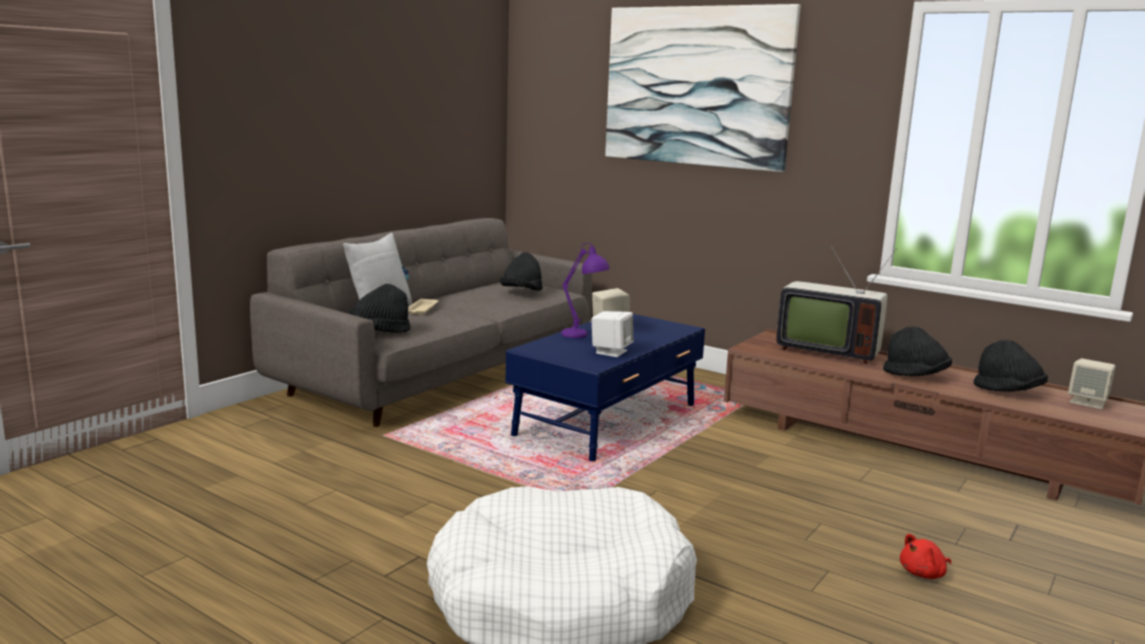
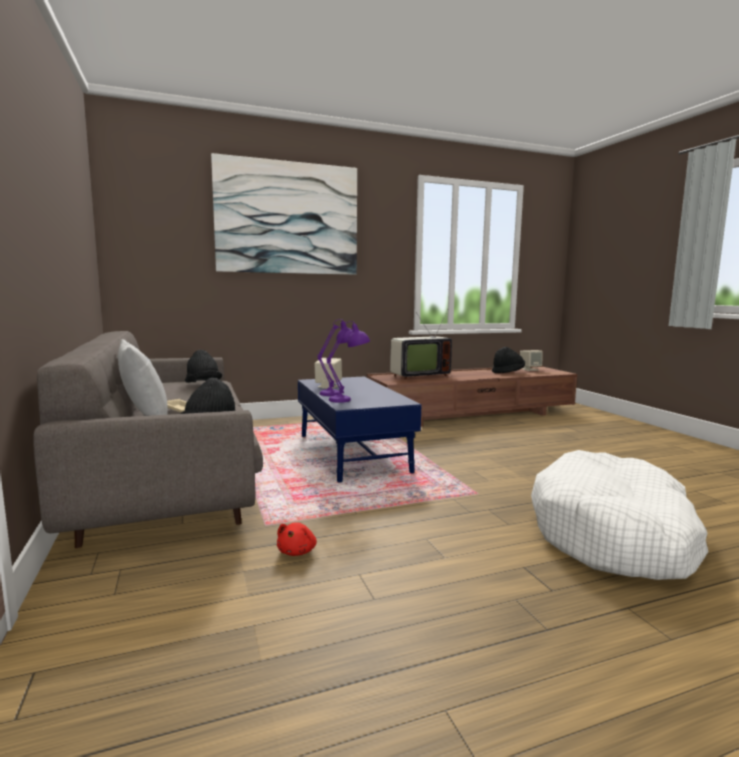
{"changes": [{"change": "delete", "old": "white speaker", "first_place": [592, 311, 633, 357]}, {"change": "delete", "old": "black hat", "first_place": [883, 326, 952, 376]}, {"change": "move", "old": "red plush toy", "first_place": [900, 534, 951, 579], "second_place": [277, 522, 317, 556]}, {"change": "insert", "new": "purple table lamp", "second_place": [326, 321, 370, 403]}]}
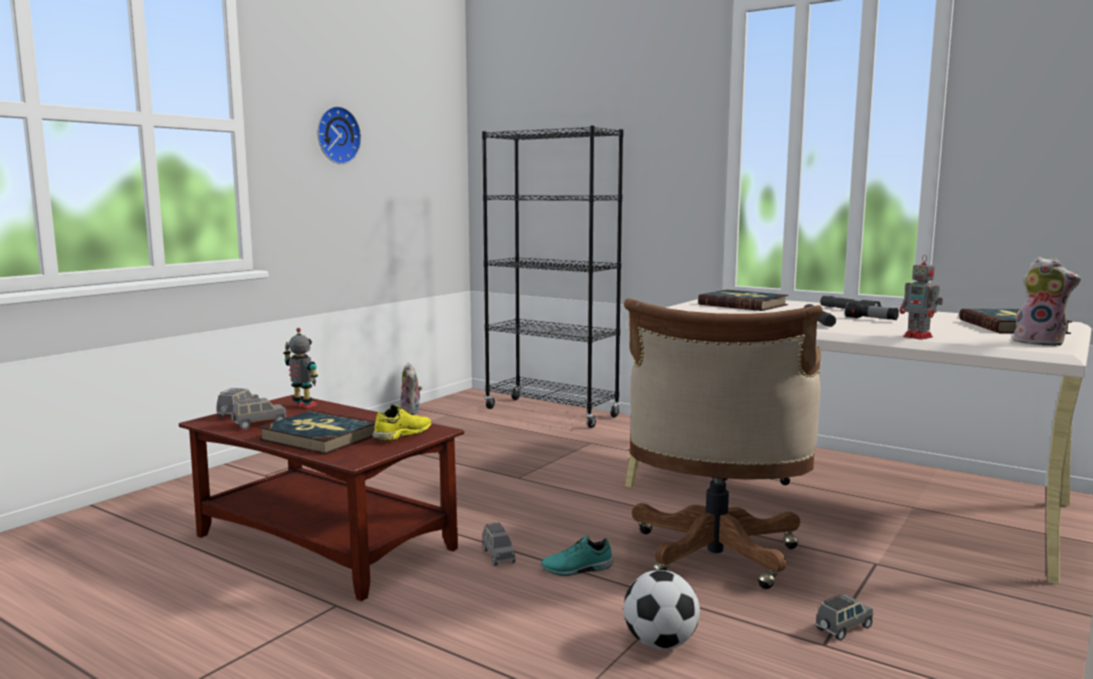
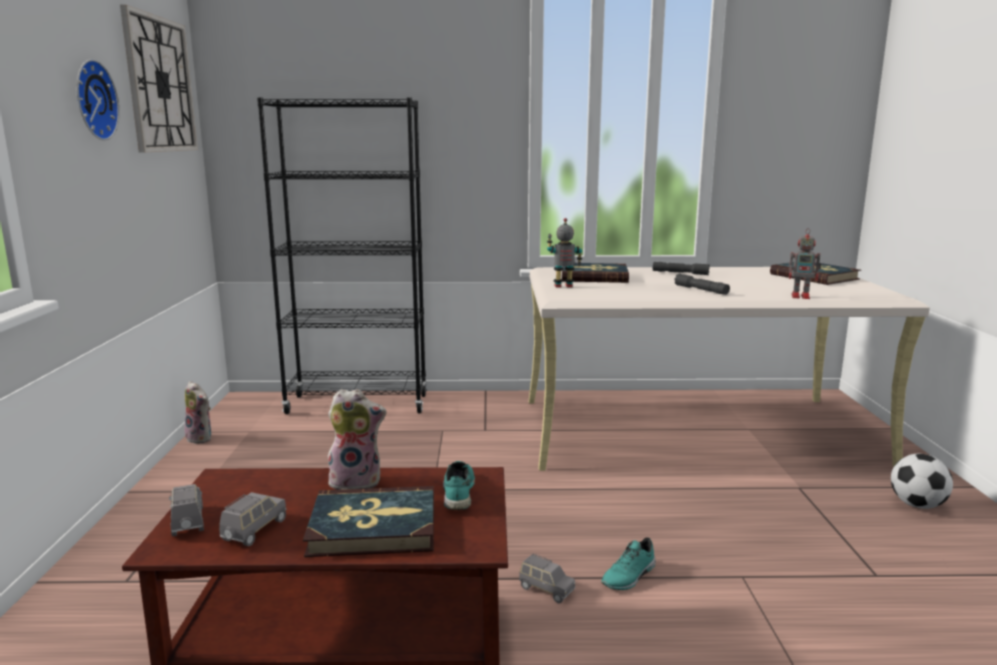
{"changes": [{"change": "move", "old": "plush toy", "first_place": [1013, 257, 1081, 346], "second_place": [328, 389, 386, 490]}, {"change": "delete", "old": "office chair", "first_place": [624, 298, 823, 589]}, {"change": "delete", "old": "flashlight", "first_place": [845, 302, 899, 320]}, {"change": "move", "old": "toy robot", "first_place": [283, 328, 318, 408], "second_place": [547, 218, 582, 288]}, {"change": "recolor", "old": "yellow shoe", "new": "turquoise shoe", "first_place": [373, 405, 431, 441], "second_place": [443, 461, 475, 510]}, {"change": "move", "old": "football", "first_place": [623, 570, 700, 649], "second_place": [891, 454, 953, 509]}, {"change": "delete", "old": "grey toy car", "first_place": [816, 595, 874, 641]}, {"change": "insert", "new": "wall clock", "second_place": [120, 5, 198, 152]}]}
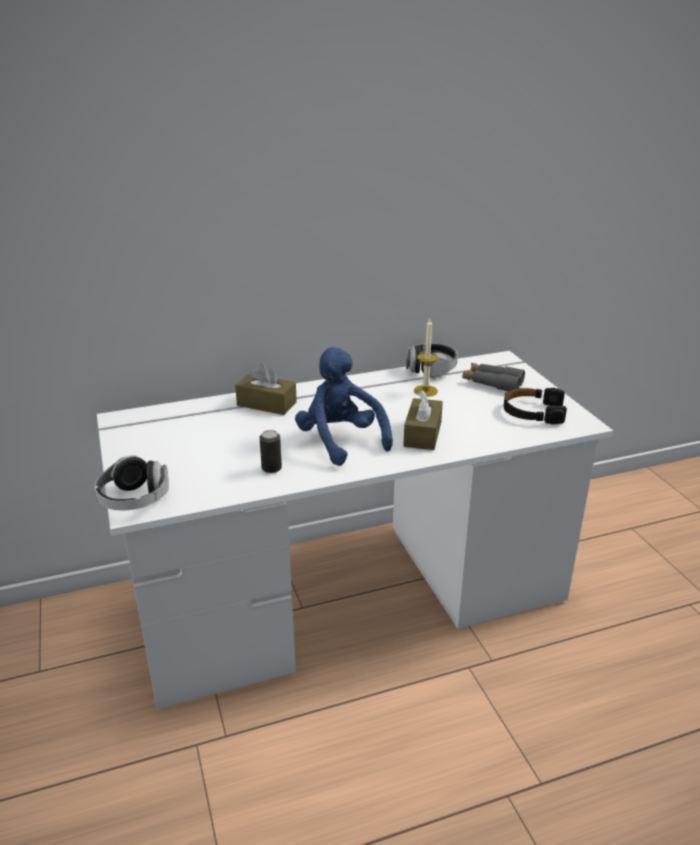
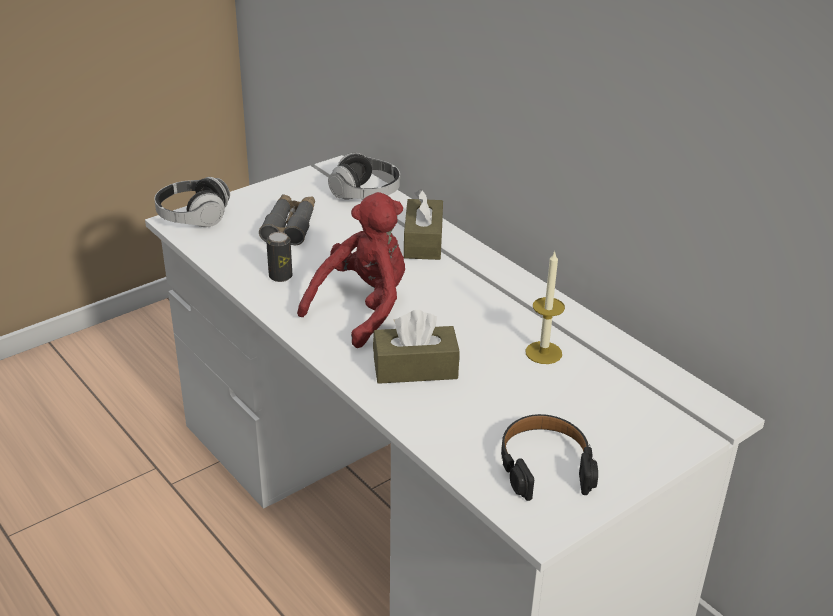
{"changes": [{"change": "move", "old": "headphones", "first_place": [406, 343, 458, 378], "second_place": [328, 153, 400, 200]}, {"change": "recolor", "old": "blue plush toy", "new": "red plush toy", "first_place": [295, 347, 393, 466], "second_place": [297, 192, 405, 348]}, {"change": "move", "old": "grey binoculars", "first_place": [462, 363, 525, 391], "second_place": [259, 194, 315, 245]}]}
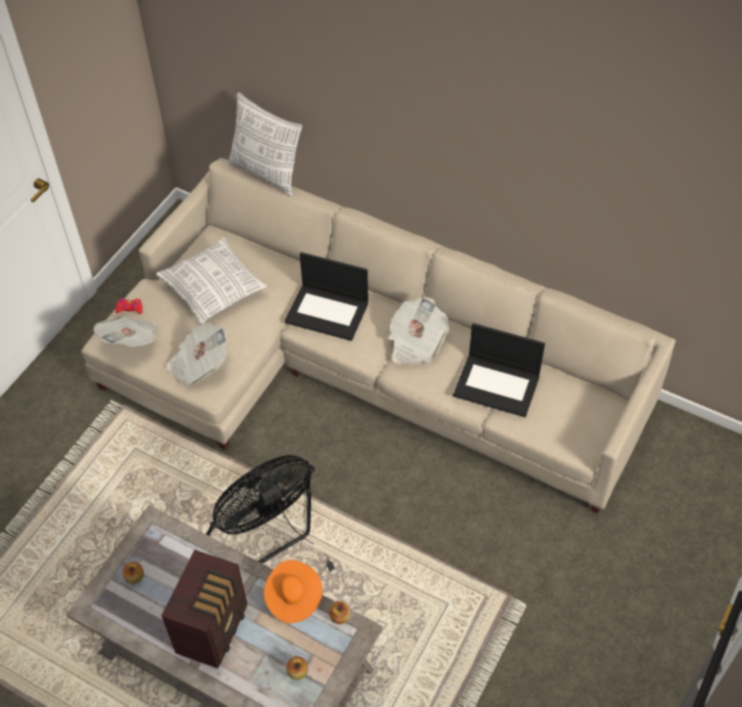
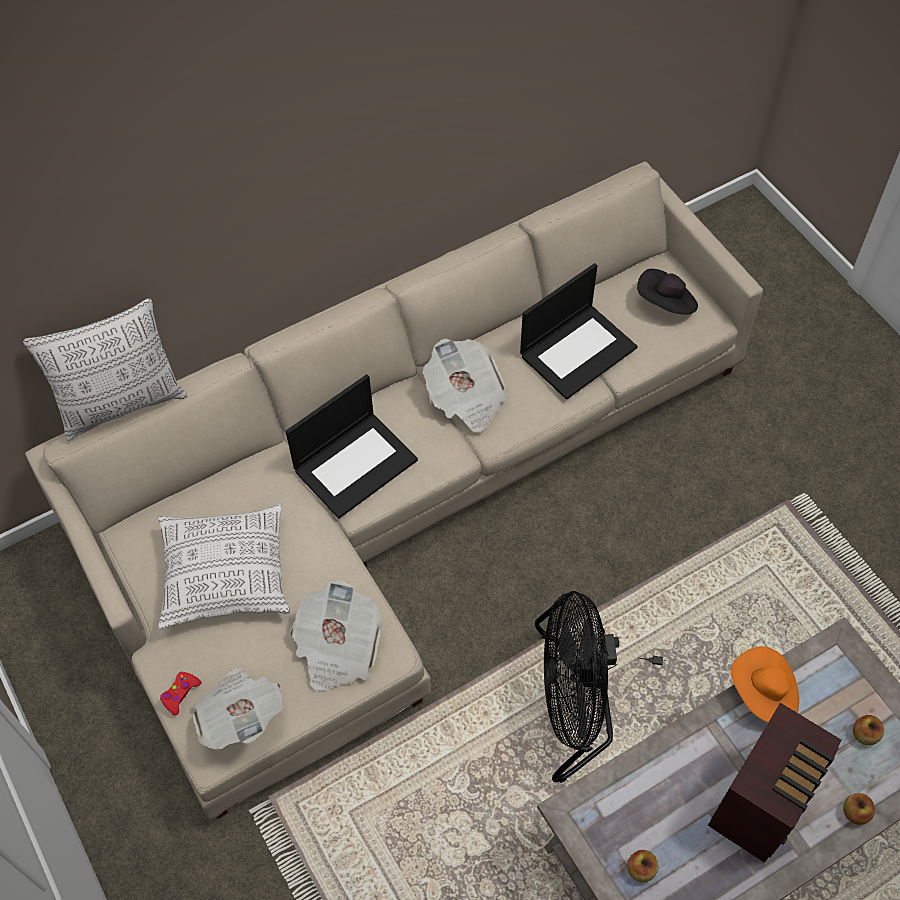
{"changes": [{"change": "rotate", "old": "radio", "first_place": [161, 550, 248, 668], "second_place": [708, 703, 842, 863], "degrees": 75}, {"change": "move", "old": "apple", "first_place": [329, 601, 350, 624], "second_place": [843, 793, 875, 825]}, {"change": "insert", "new": "black hat", "second_place": [637, 269, 698, 315]}]}
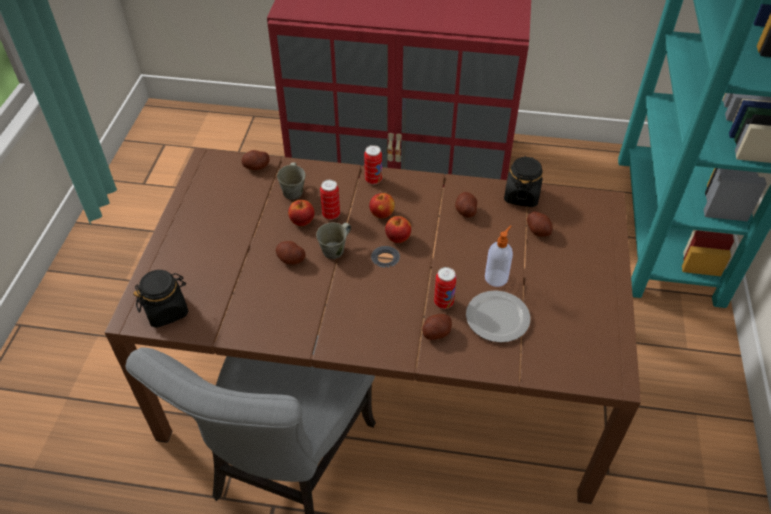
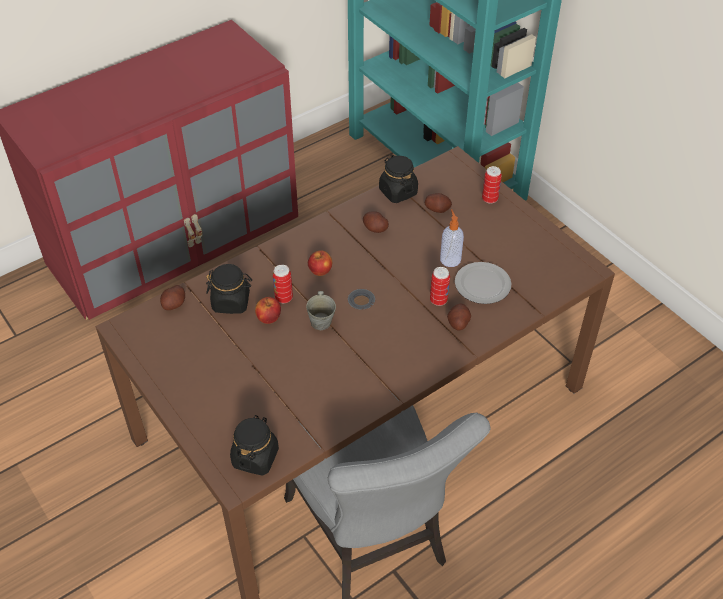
{"changes": [{"change": "move", "old": "can", "first_place": [364, 145, 382, 185], "second_place": [482, 166, 502, 204]}, {"change": "replace", "old": "grey mug", "new": "black jar", "first_place": [277, 163, 305, 200], "second_place": [206, 264, 252, 314]}, {"change": "delete", "old": "apple", "first_place": [385, 216, 411, 243]}, {"change": "delete", "old": "potato", "first_place": [276, 241, 306, 265]}]}
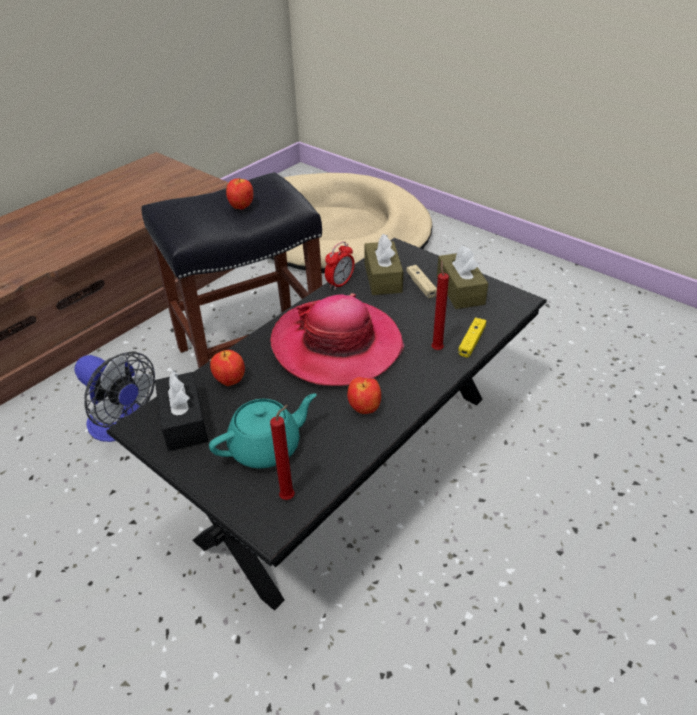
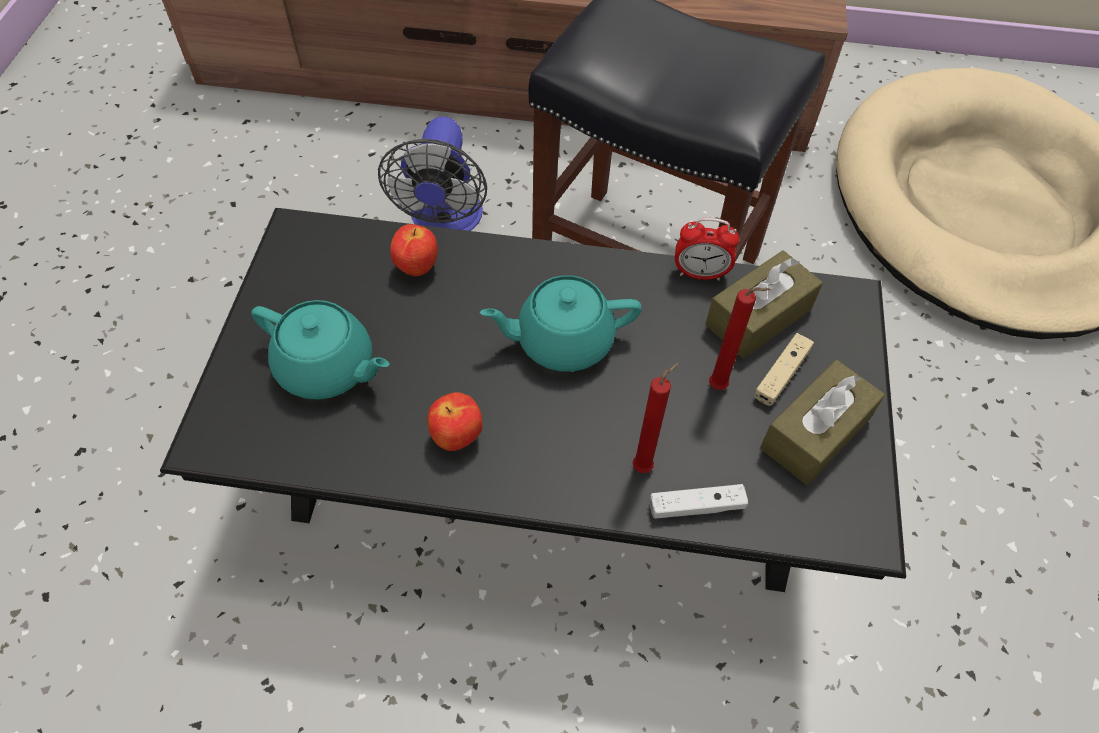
{"changes": [{"change": "delete", "old": "apple", "first_place": [226, 178, 253, 210]}, {"change": "replace", "old": "hat", "new": "turquoise teapot", "first_place": [270, 293, 404, 386], "second_place": [480, 275, 642, 372]}, {"change": "recolor", "old": "yellow game controller", "new": "white game controller", "first_place": [458, 317, 486, 357], "second_place": [650, 484, 748, 519]}, {"change": "delete", "old": "black tissue box", "first_place": [155, 370, 208, 451]}, {"change": "move", "old": "red candle", "first_place": [270, 404, 295, 500], "second_place": [709, 287, 771, 390]}]}
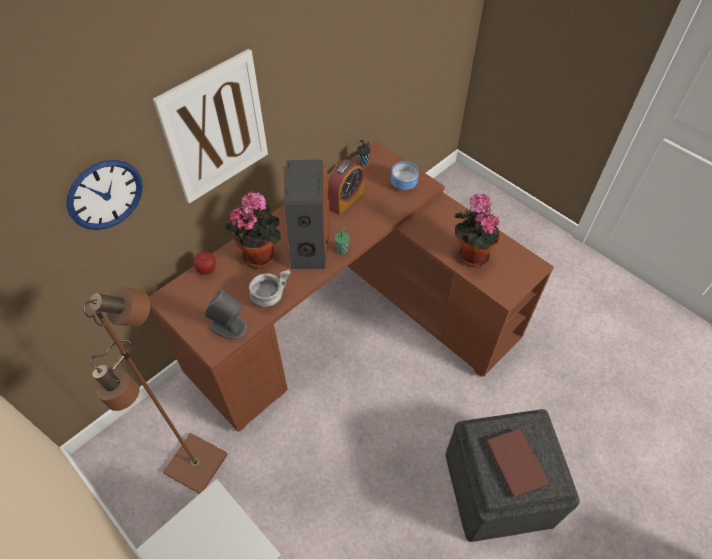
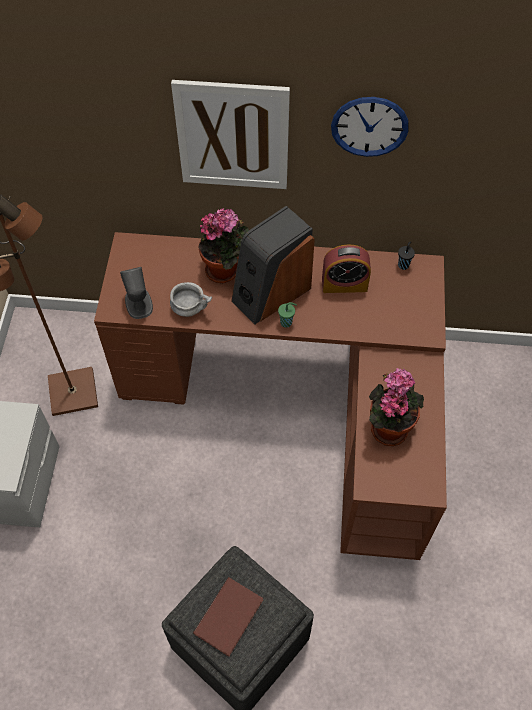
{"changes": [{"change": "move", "old": "wall clock", "first_place": [66, 160, 143, 230], "second_place": [331, 97, 409, 157]}, {"change": "delete", "old": "bowl", "first_place": [391, 162, 419, 190]}, {"change": "delete", "old": "apple", "first_place": [193, 252, 216, 275]}]}
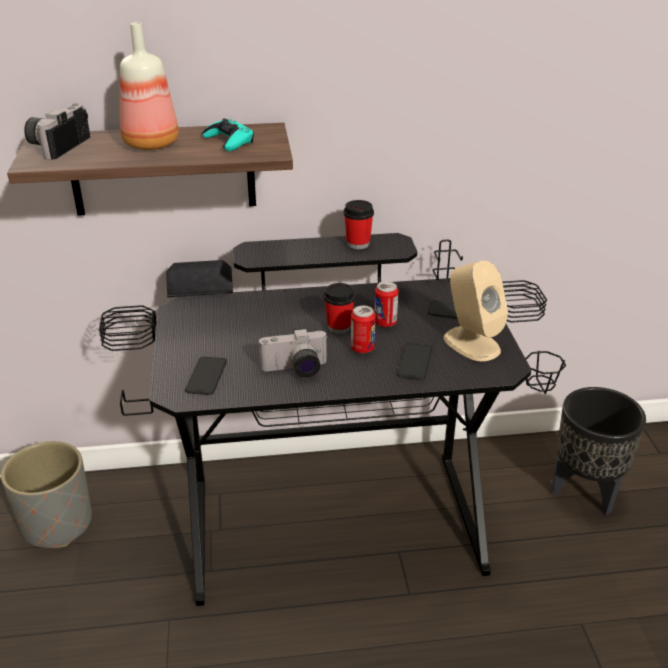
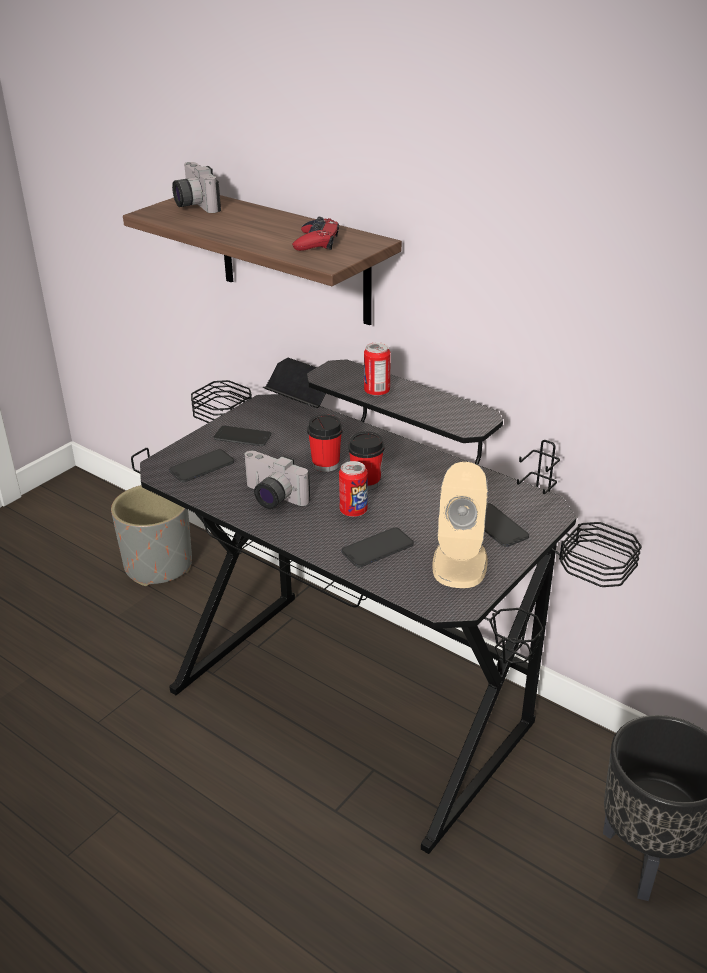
{"changes": [{"change": "delete", "old": "bottle", "first_place": [120, 22, 179, 150]}, {"change": "rotate", "old": "photo camera", "first_place": [24, 103, 90, 160], "second_place": [172, 162, 221, 213], "degrees": -90}, {"change": "recolor", "old": "turquoise game controller", "new": "red game controller", "first_place": [202, 119, 254, 151], "second_place": [292, 217, 339, 251]}, {"change": "move", "old": "cup", "first_place": [344, 200, 374, 249], "second_place": [307, 414, 343, 472]}, {"change": "move", "old": "can", "first_place": [374, 281, 399, 327], "second_place": [364, 342, 391, 396]}, {"change": "insert", "new": "phone", "second_place": [213, 426, 272, 446]}]}
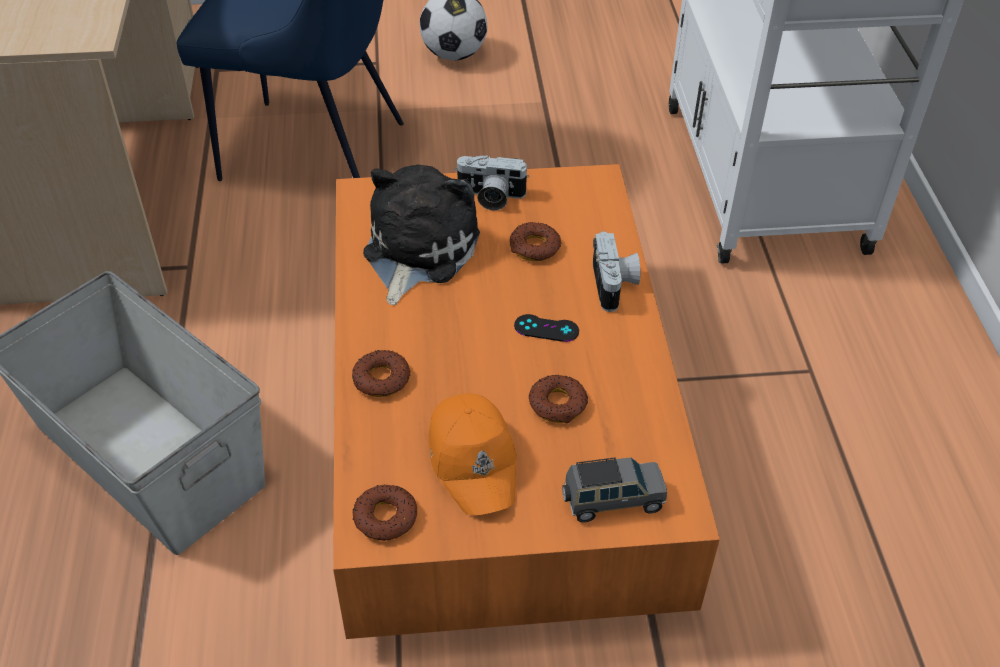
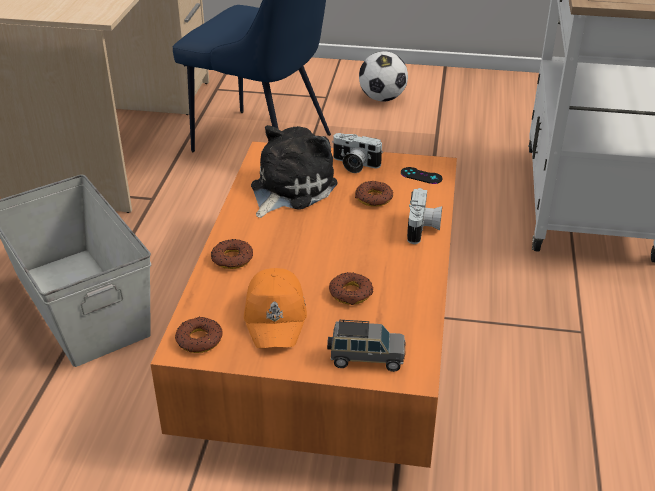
{"changes": [{"change": "move", "old": "black game controller", "first_place": [514, 314, 579, 342], "second_place": [401, 167, 443, 184]}]}
